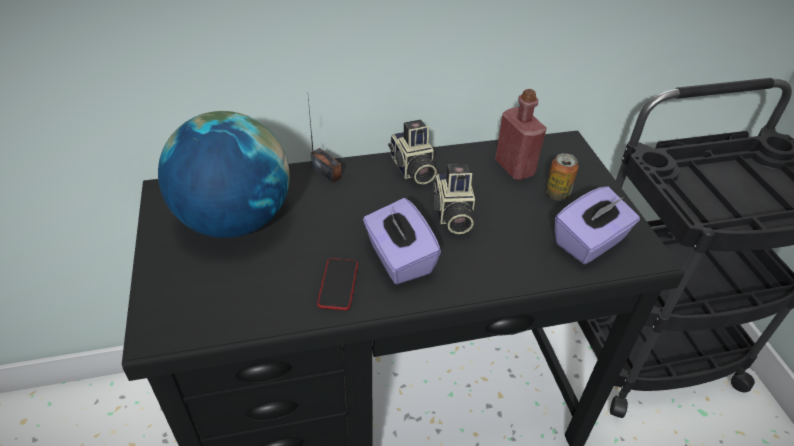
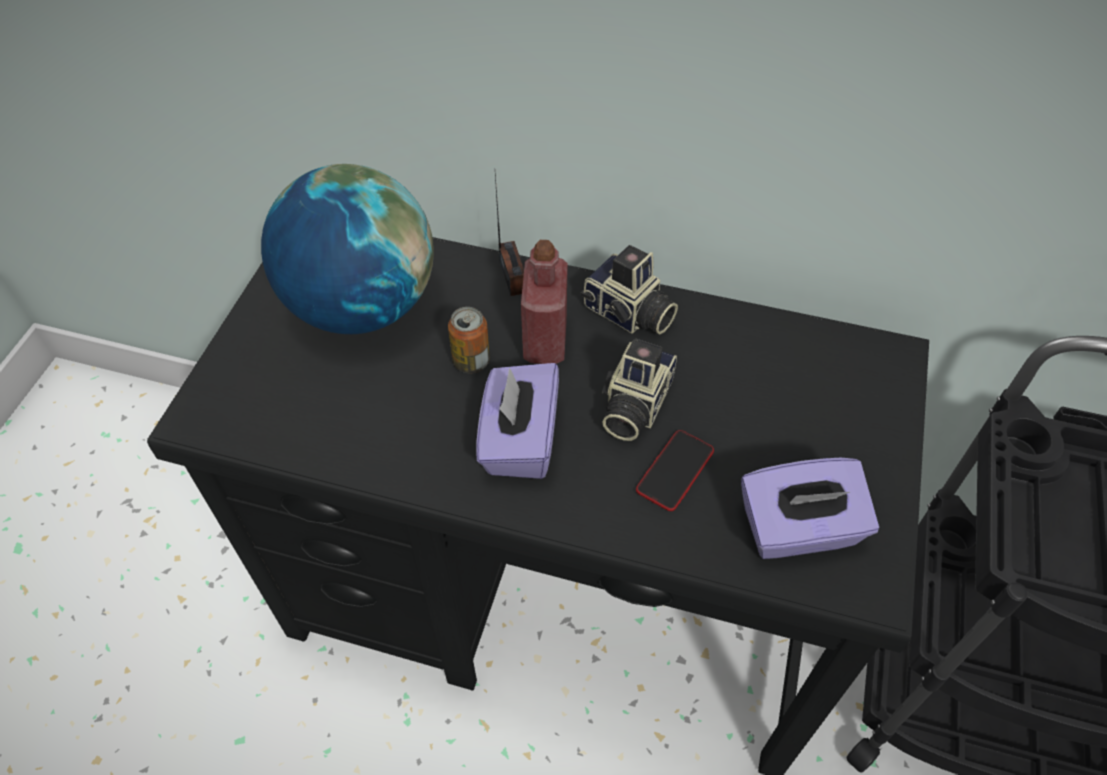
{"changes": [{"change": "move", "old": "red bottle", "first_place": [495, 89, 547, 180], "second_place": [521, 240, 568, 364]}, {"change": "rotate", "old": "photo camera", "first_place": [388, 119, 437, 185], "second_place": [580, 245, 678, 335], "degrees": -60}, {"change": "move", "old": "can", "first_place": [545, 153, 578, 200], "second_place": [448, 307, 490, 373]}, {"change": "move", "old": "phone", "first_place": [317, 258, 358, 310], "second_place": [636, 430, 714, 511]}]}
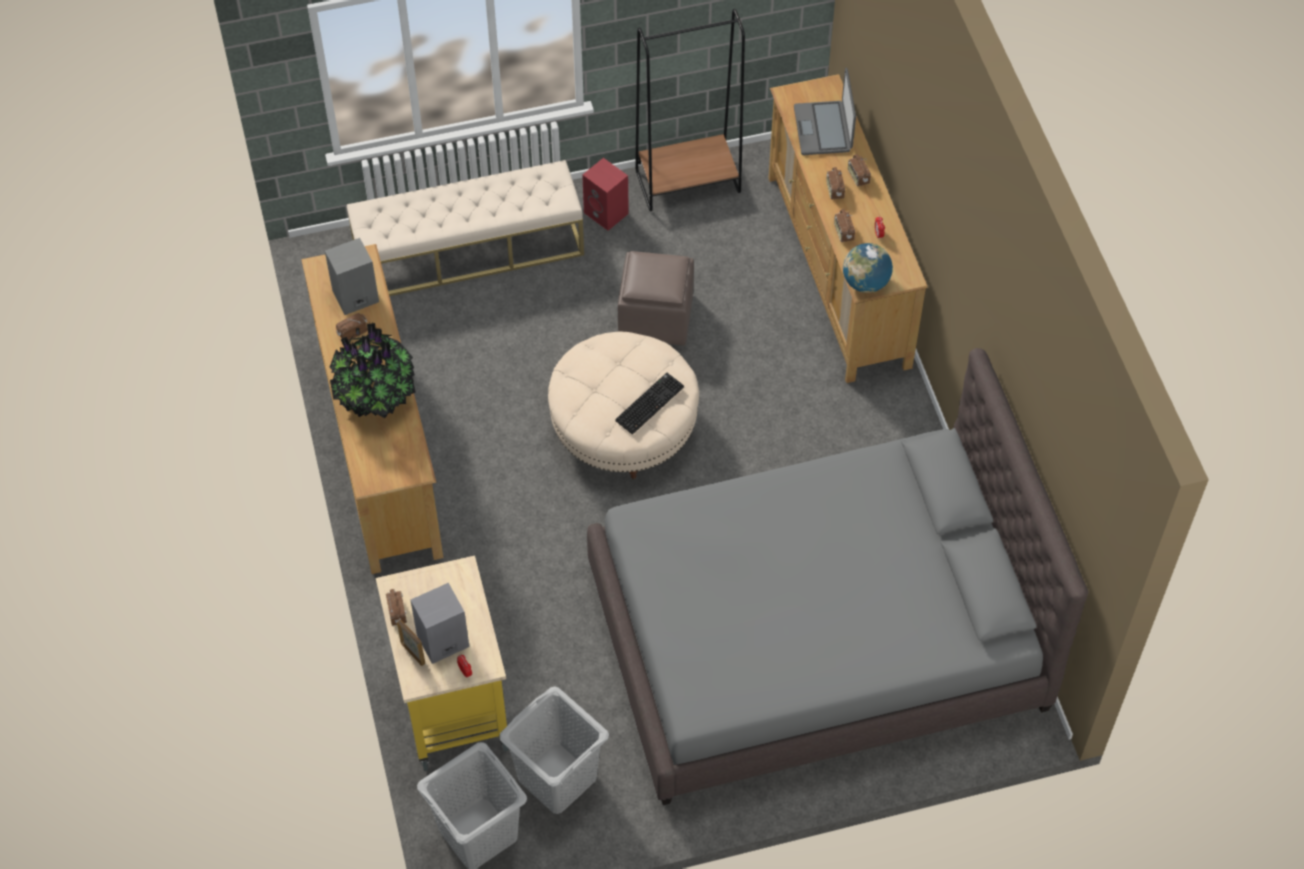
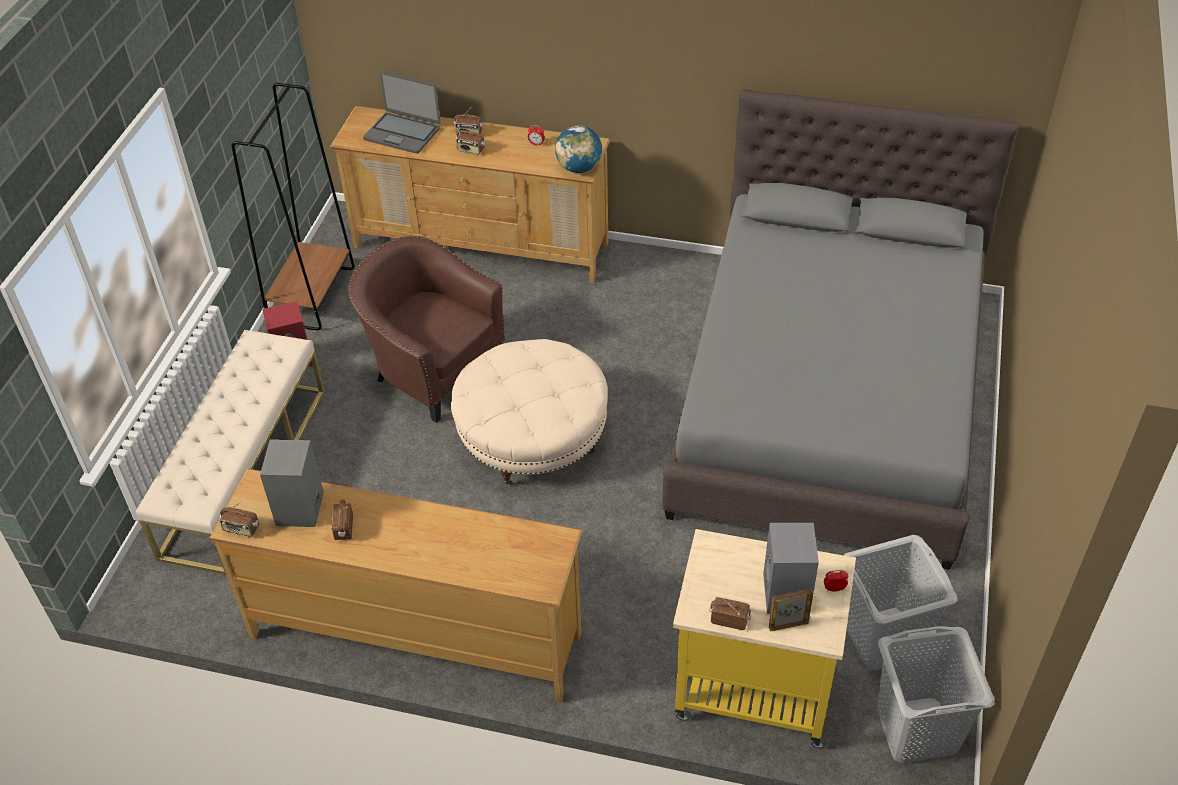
{"changes": [{"change": "move", "old": "radio", "first_place": [834, 209, 855, 242], "second_place": [219, 501, 259, 538]}, {"change": "replace", "old": "brown ottoman", "new": "brown armchair", "first_place": [618, 251, 694, 345], "second_place": [348, 236, 505, 423]}, {"change": "delete", "old": "potted plant", "first_place": [329, 322, 416, 418]}, {"change": "delete", "old": "keyboard", "first_place": [615, 373, 684, 434]}]}
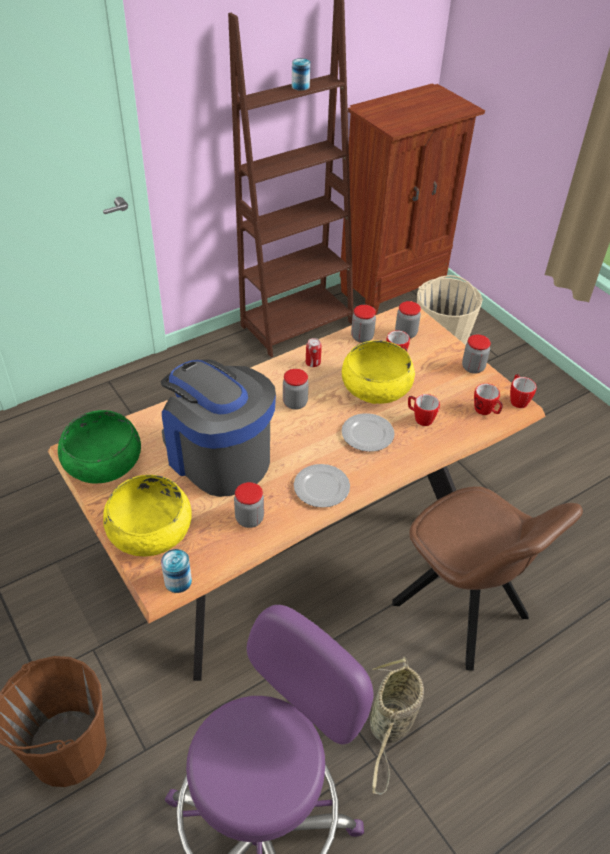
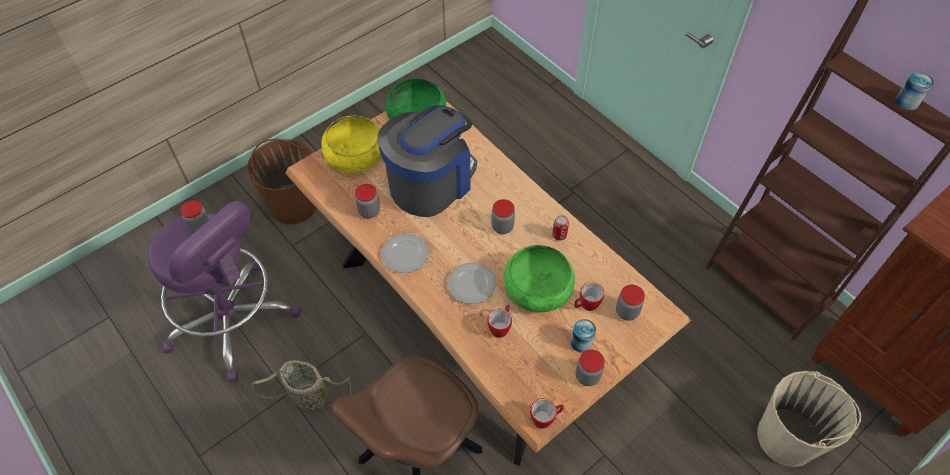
{"changes": [{"change": "move", "old": "jar", "first_place": [351, 305, 376, 343], "second_place": [181, 200, 210, 233]}, {"change": "recolor", "old": "yellow bowl", "new": "green bowl", "first_place": [342, 340, 415, 404], "second_place": [504, 245, 575, 312]}, {"change": "delete", "old": "mug", "first_place": [474, 383, 503, 415]}, {"change": "move", "old": "can", "first_place": [161, 549, 192, 593], "second_place": [570, 319, 596, 353]}]}
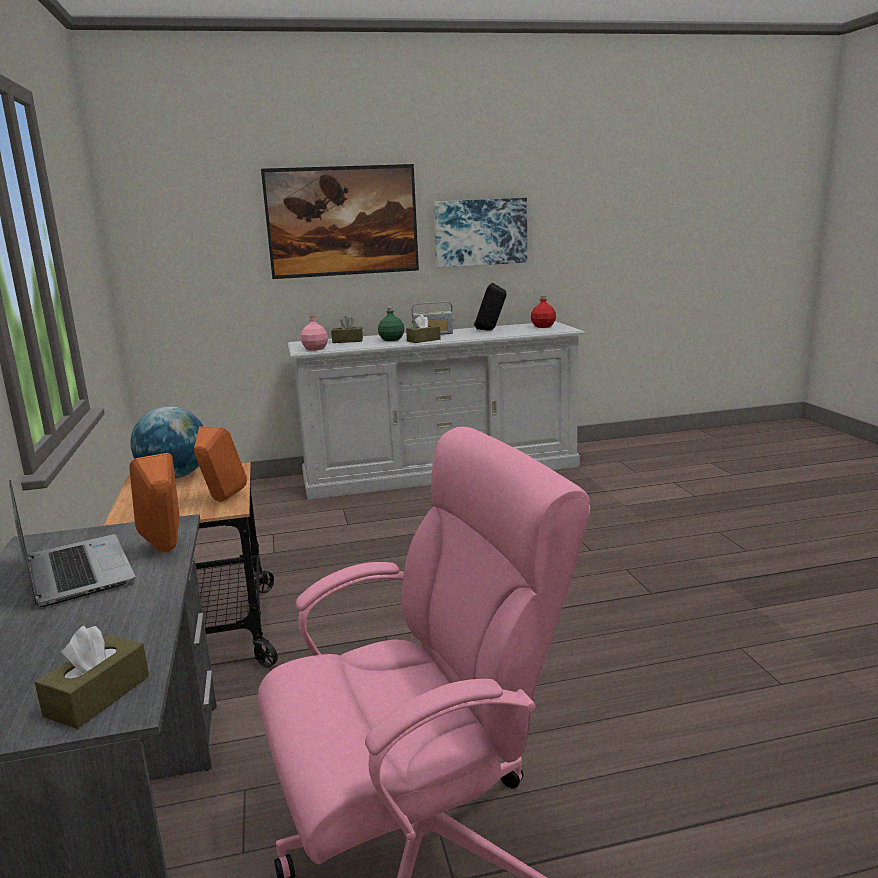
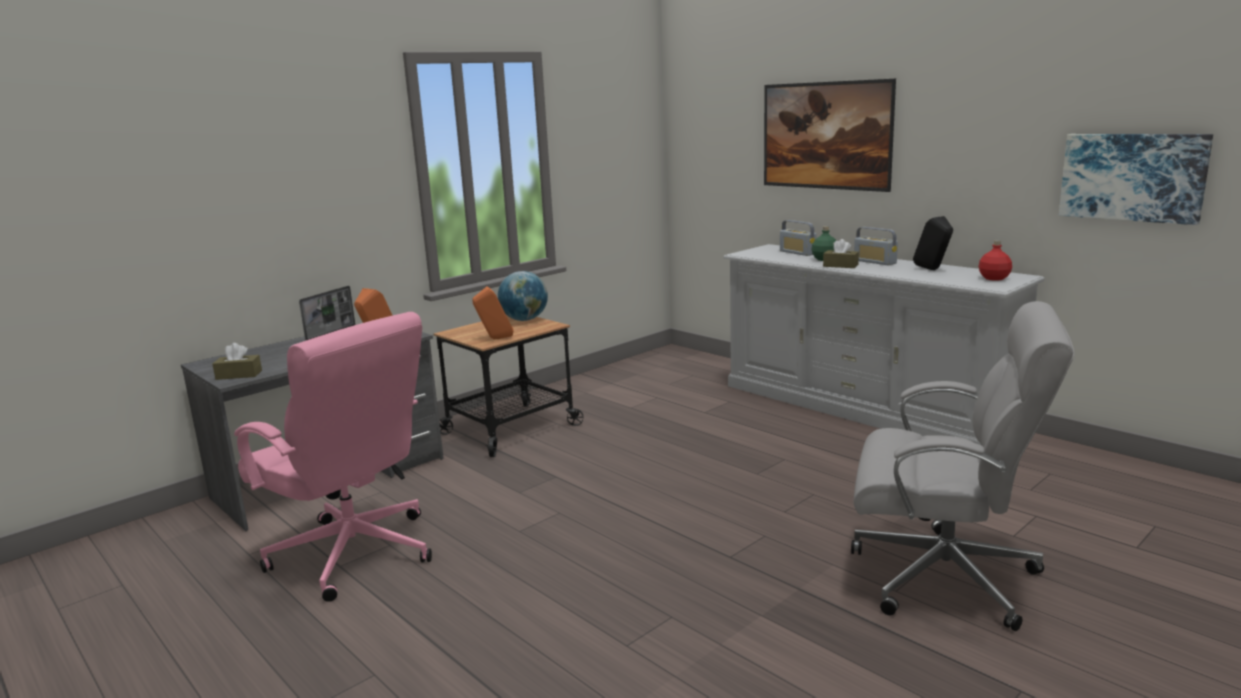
{"changes": [{"change": "move", "old": "picture", "first_place": [434, 198, 527, 268], "second_place": [1059, 134, 1213, 225]}, {"change": "delete", "old": "pink bottle", "first_place": [301, 315, 328, 351]}, {"change": "replace", "old": "brown tissue box", "new": "radio", "first_place": [331, 316, 363, 343], "second_place": [780, 220, 816, 256]}, {"change": "insert", "new": "grey office chair", "second_place": [851, 301, 1074, 631]}]}
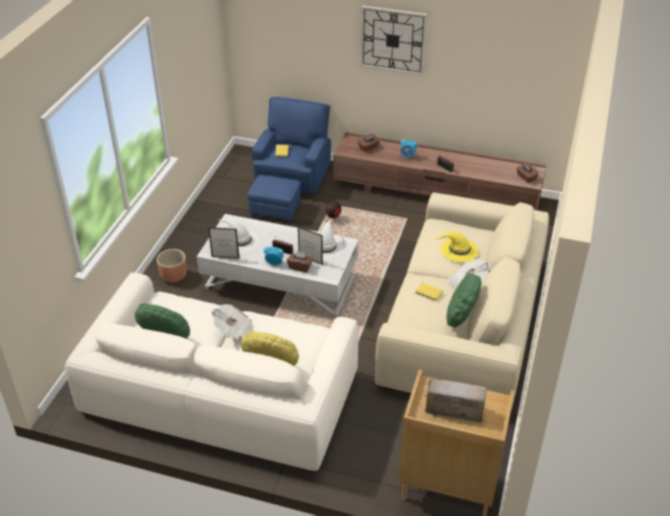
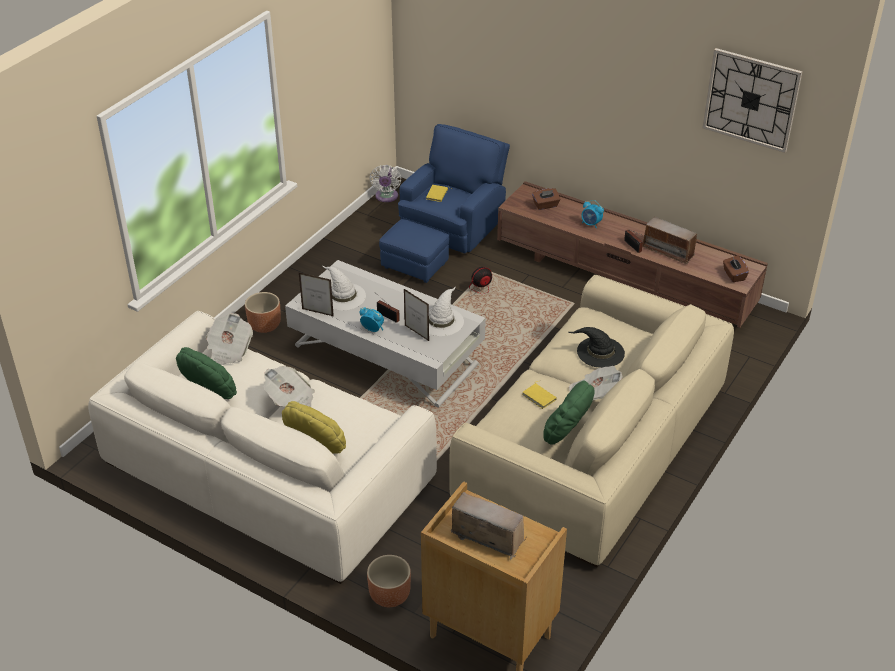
{"changes": [{"change": "move", "old": "wall clock", "first_place": [360, 6, 427, 76], "second_place": [703, 48, 803, 153]}, {"change": "recolor", "old": "yellow hat", "new": "black hat", "first_place": [434, 232, 478, 262], "second_place": [569, 327, 625, 368]}, {"change": "delete", "old": "brown tissue box", "first_place": [287, 251, 313, 272]}, {"change": "insert", "new": "white fan", "second_place": [370, 165, 401, 202]}, {"change": "insert", "new": "radio", "second_place": [642, 217, 697, 264]}, {"change": "insert", "new": "newspaper", "second_place": [206, 313, 253, 365]}, {"change": "insert", "new": "brown planter", "second_place": [367, 555, 411, 607]}]}
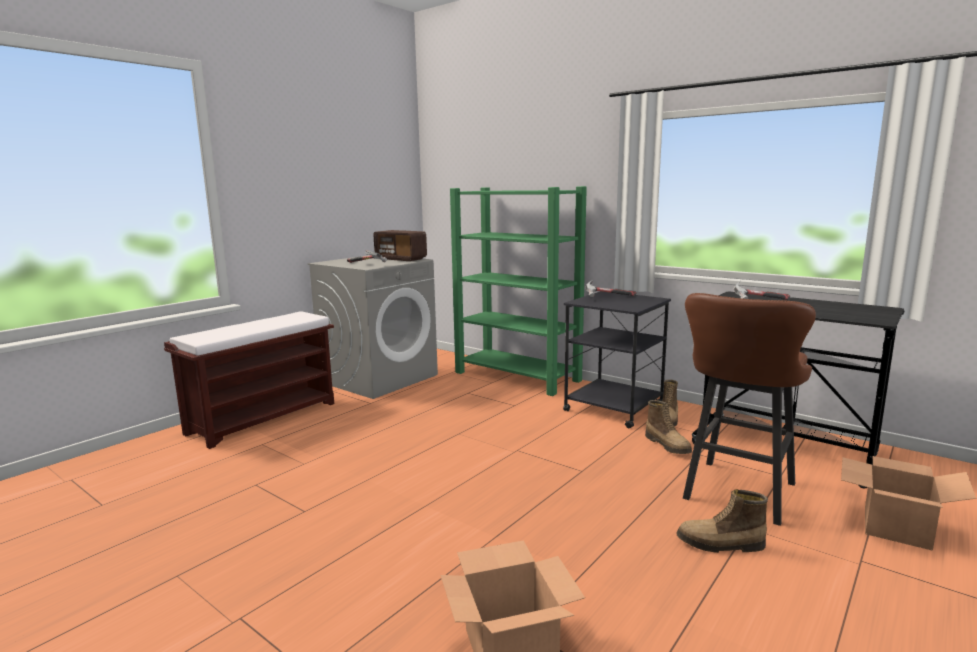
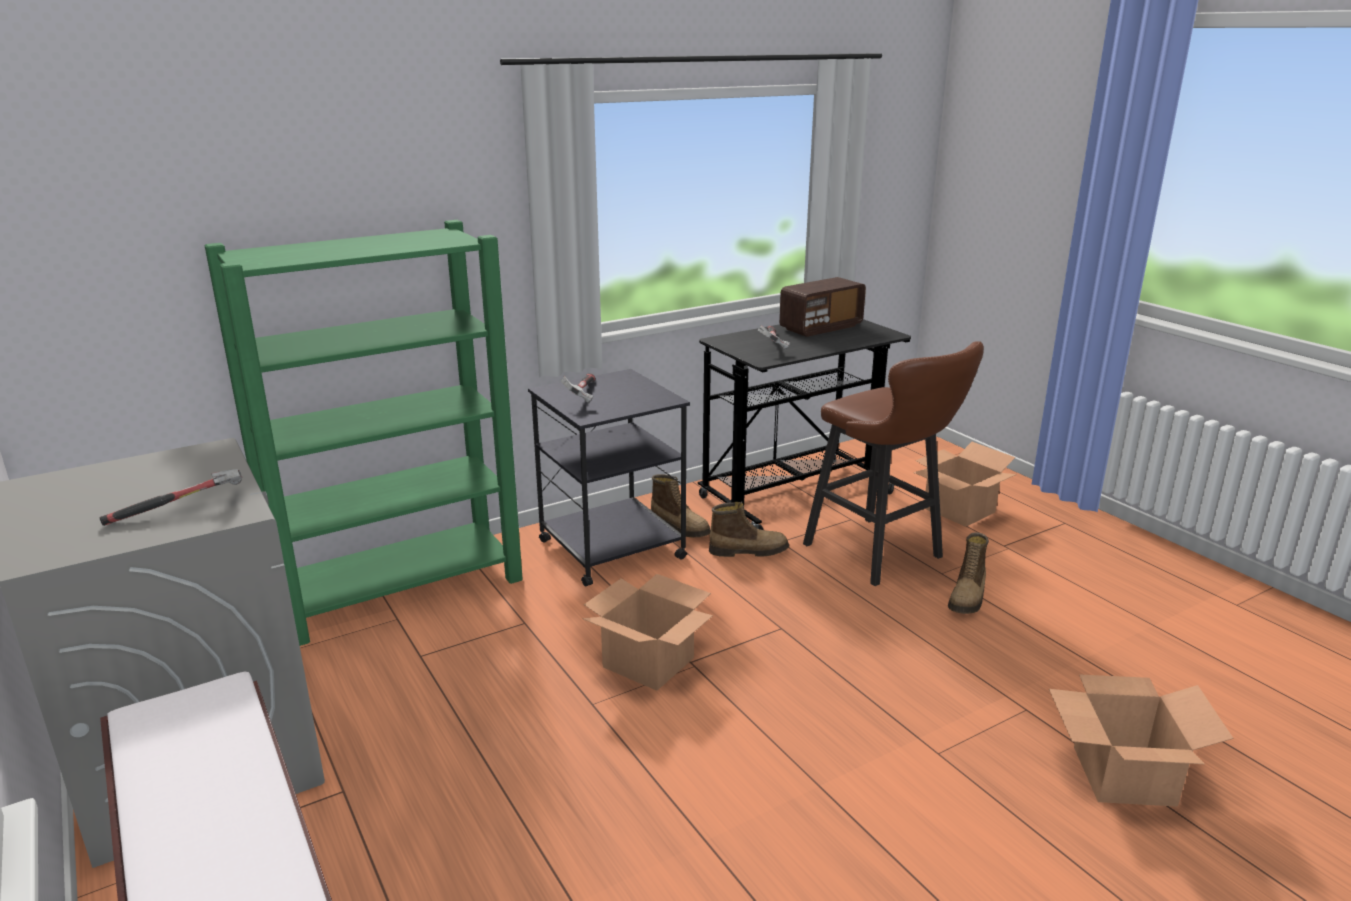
{"changes": [{"change": "move", "old": "radio", "first_place": [373, 230, 427, 261], "second_place": [779, 277, 866, 337]}, {"change": "insert", "new": "cardboard box", "second_place": [582, 574, 713, 691]}]}
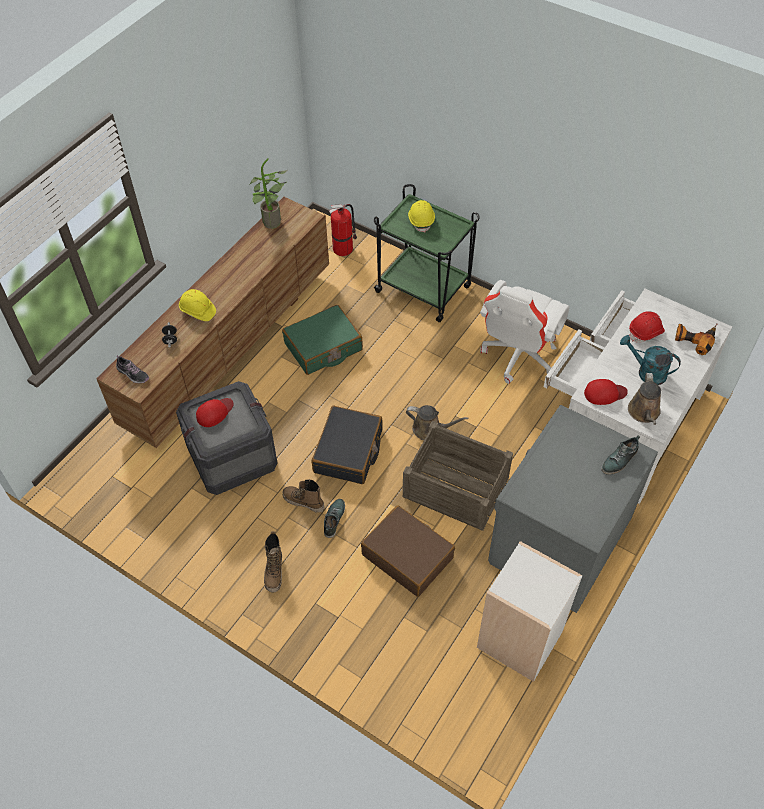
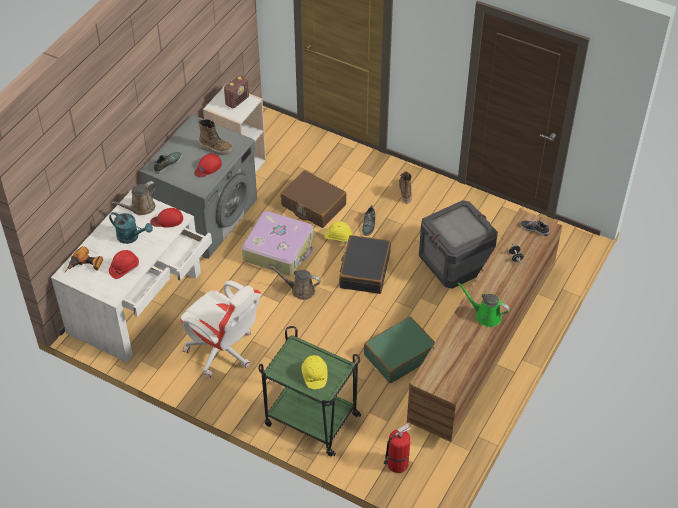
{"changes": [{"change": "delete", "old": "potted plant", "first_place": [249, 158, 287, 229]}, {"change": "rotate", "old": "white office chair", "first_place": [480, 280, 570, 384], "second_place": [181, 280, 261, 378], "degrees": 105}, {"change": "move", "old": "yellow hard hat", "first_place": [179, 289, 216, 321], "second_place": [325, 221, 353, 243]}, {"change": "rotate", "old": "brown watering can", "first_place": [628, 373, 661, 425], "second_place": [111, 181, 156, 215], "degrees": -135}, {"change": "move", "old": "red cap", "first_place": [196, 398, 233, 427], "second_place": [194, 154, 222, 177]}, {"change": "replace", "old": "crate", "new": "suitcase", "first_place": [403, 421, 513, 531], "second_place": [242, 211, 313, 275]}, {"change": "move", "old": "boot", "first_place": [283, 479, 325, 513], "second_place": [198, 119, 233, 155]}, {"change": "insert", "new": "radio", "second_place": [224, 75, 249, 108]}, {"change": "insert", "new": "green watering can", "second_place": [457, 282, 510, 327]}]}
